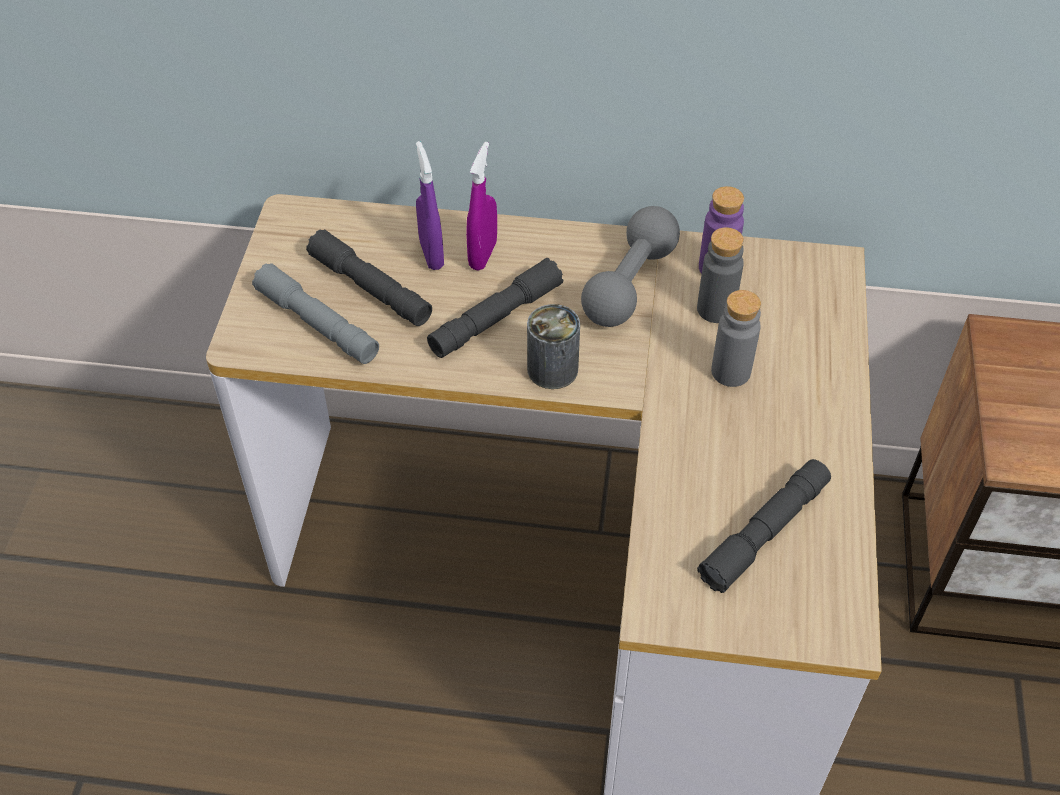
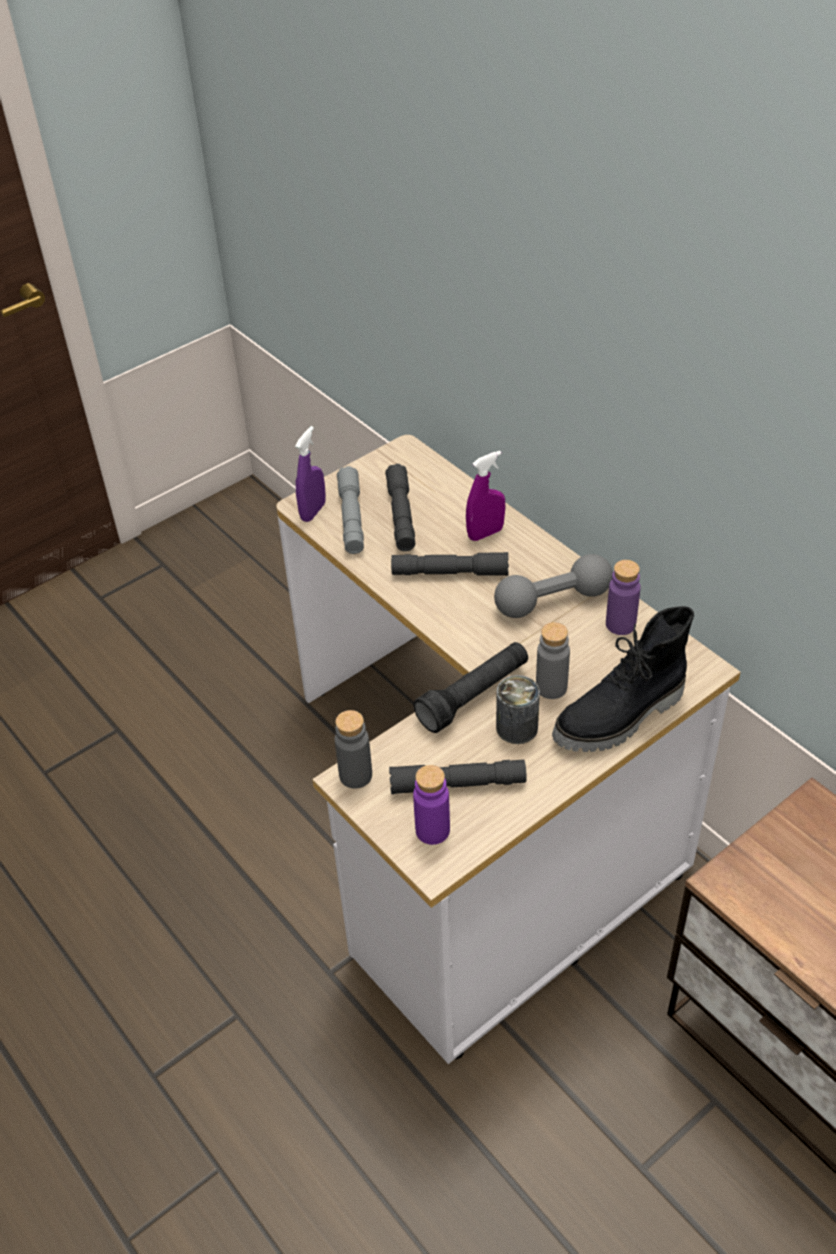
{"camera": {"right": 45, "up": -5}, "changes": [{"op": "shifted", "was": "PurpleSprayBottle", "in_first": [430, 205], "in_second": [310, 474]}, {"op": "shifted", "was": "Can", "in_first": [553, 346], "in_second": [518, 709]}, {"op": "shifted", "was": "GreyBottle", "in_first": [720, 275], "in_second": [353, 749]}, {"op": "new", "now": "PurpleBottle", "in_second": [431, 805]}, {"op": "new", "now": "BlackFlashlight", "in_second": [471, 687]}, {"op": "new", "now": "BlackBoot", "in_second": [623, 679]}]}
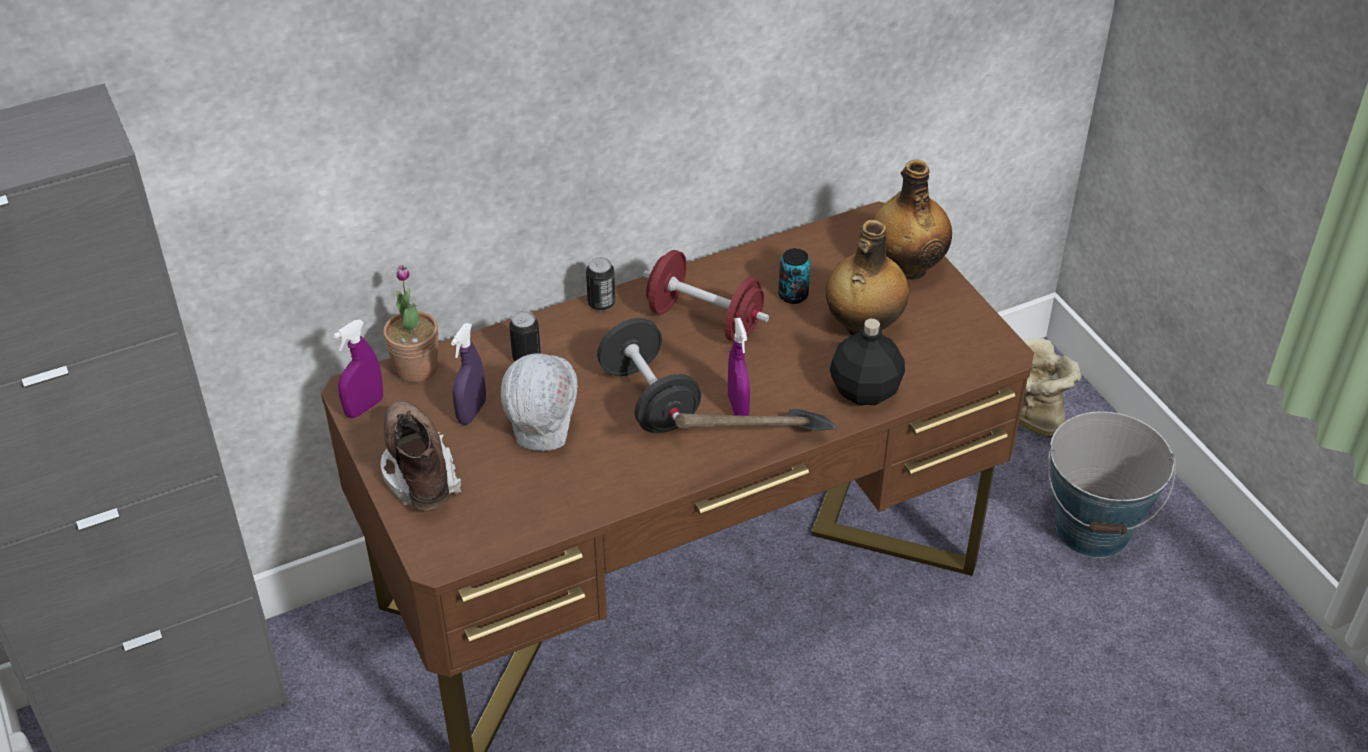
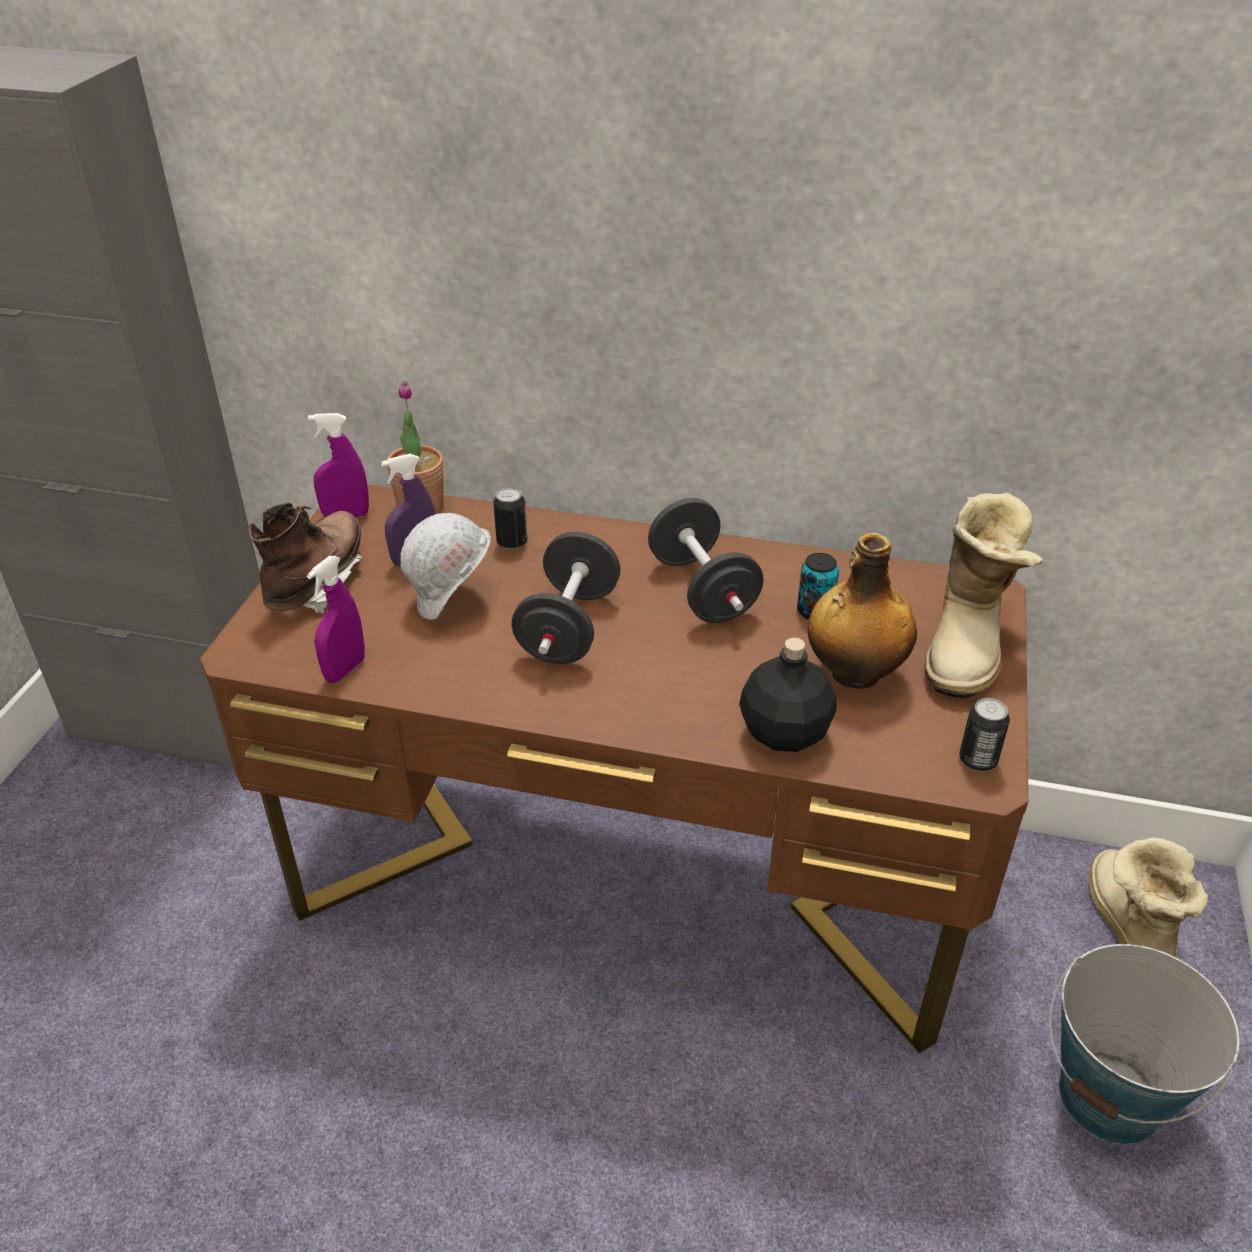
{"camera": {"right": 40, "up": -5}, "changes": [{"op": "shifted", "was": "Can", "in_first": [600, 284], "in_second": [984, 735]}, {"op": "repainted", "was": "RedDumbbell", "now": "BlackDumbbell", "in_first": [706, 295], "in_second": [705, 560]}, {"op": "gone", "was": "Hammer", "in_first": [755, 419]}, {"op": "shifted", "was": "PurpleSprayBottle", "in_first": [739, 367], "in_second": [336, 619]}, {"op": "swapped", "was": "Bottle", "now": "Boot", "in_first": [913, 219], "in_second": [984, 595]}]}
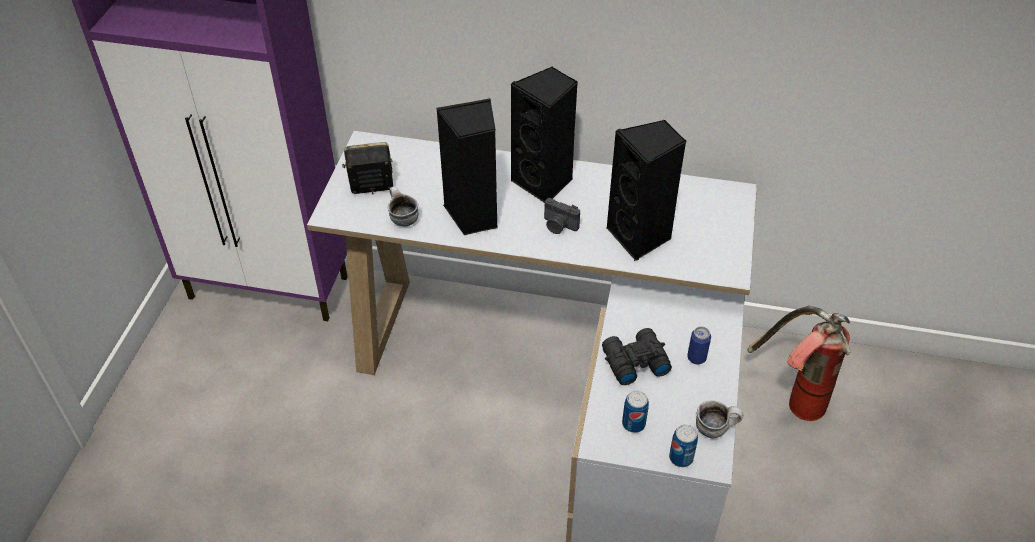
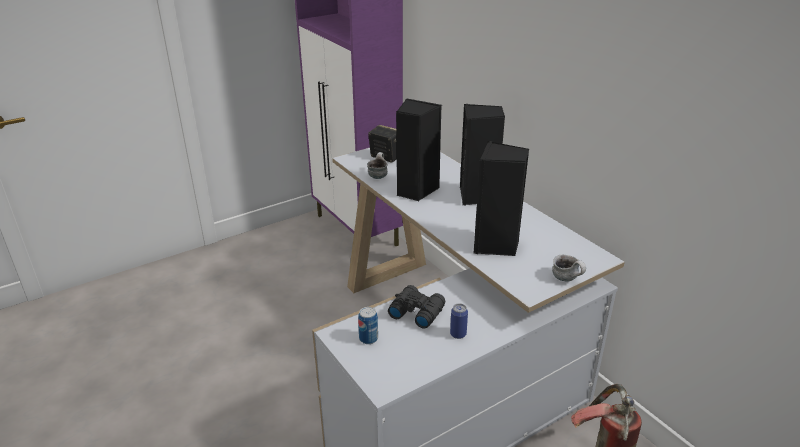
{"camera": {"right": 45, "up": -15}, "changes": [{"op": "gone", "was": "PhotoCamera", "in_first": [562, 216]}, {"op": "gone", "was": "Can", "in_first": [683, 446]}, {"op": "shifted", "was": "Mug", "in_first": [719, 419], "in_second": [569, 268]}]}
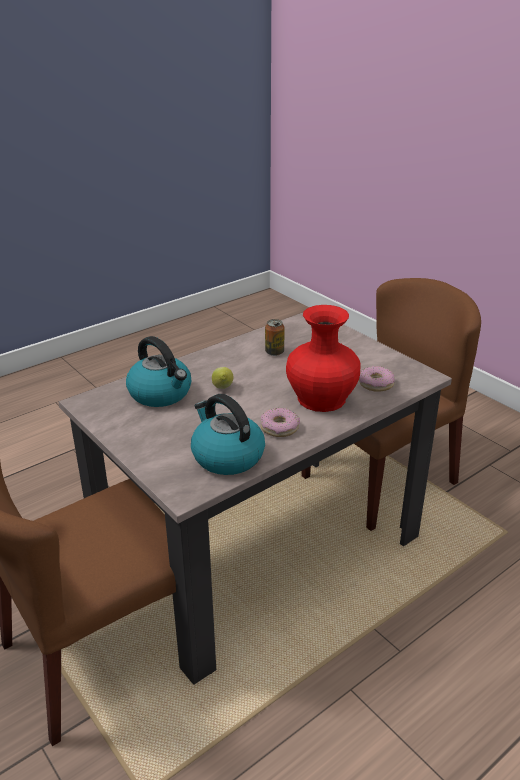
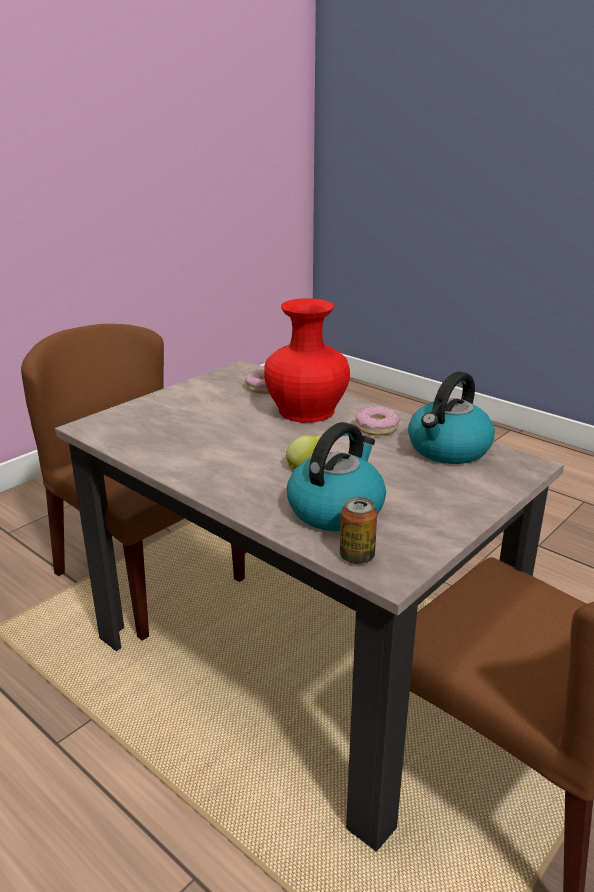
{"camera": {"right": -100, "up": -5}, "changes": [{"op": "shifted", "was": "Can", "in_first": [274, 337], "in_second": [358, 530]}]}
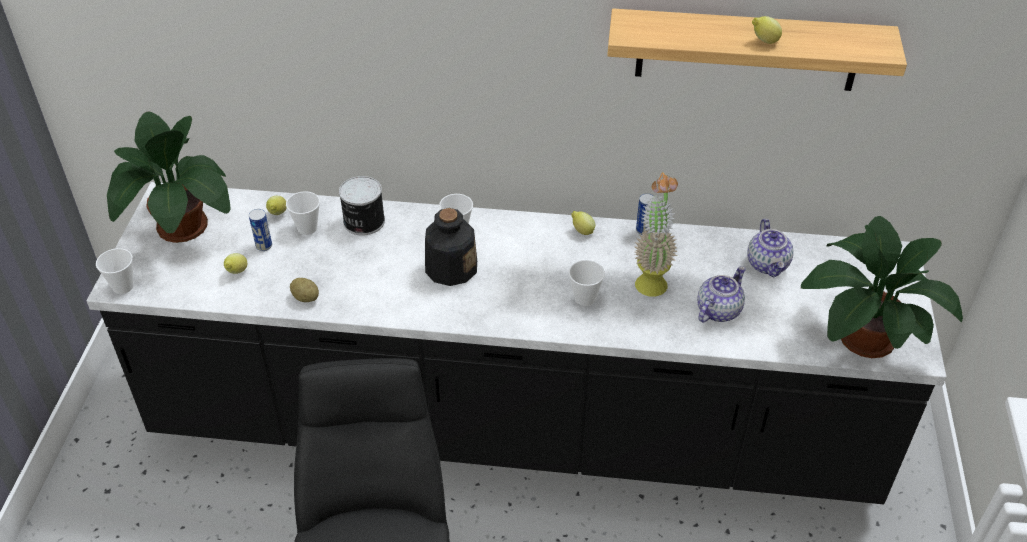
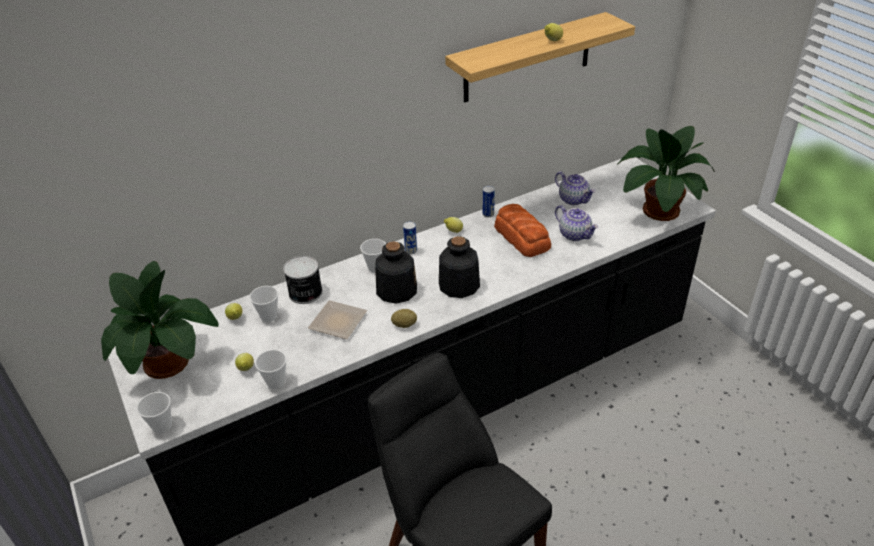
{"camera": {"right": -35, "up": -5}, "changes": [{"op": "shifted", "was": "Can", "in_first": [260, 230], "in_second": [410, 237]}, {"op": "shifted", "was": "Potato", "in_first": [304, 290], "in_second": [404, 318]}, {"op": "shifted", "was": "Cup", "in_first": [587, 283], "in_second": [271, 369]}, {"op": "swapped", "was": "PottedPlant", "now": "Bread", "in_first": [656, 234], "in_second": [522, 230]}, {"op": "rotated", "was": "Teapot", "in_first": [721, 294], "in_second": [577, 223], "clockwise": 135}, {"op": "new", "now": "Plate", "in_second": [337, 319]}, {"op": "new", "now": "Bottle", "in_second": [459, 267]}]}
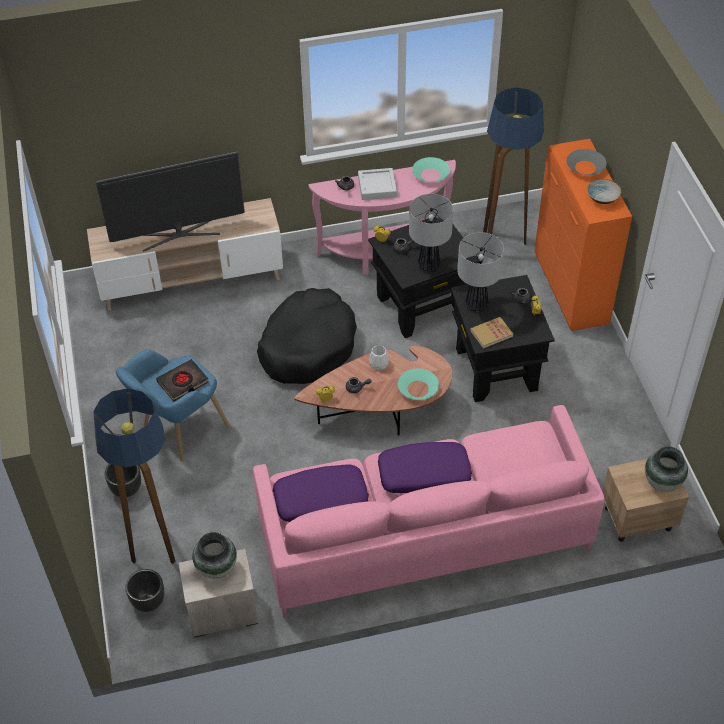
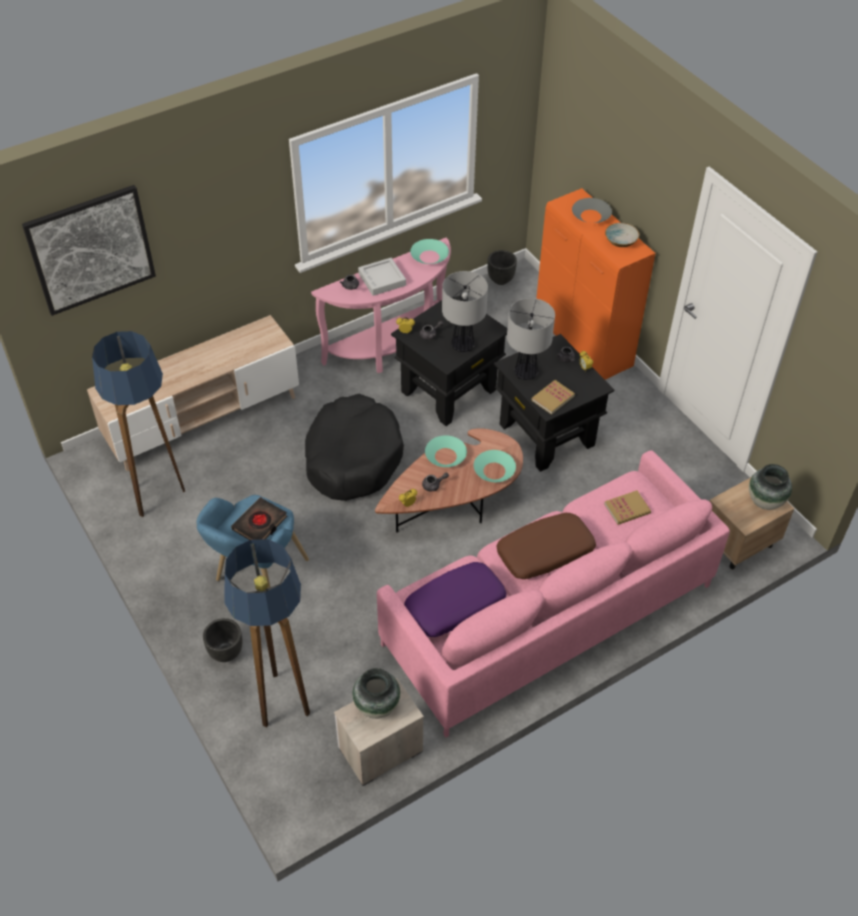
{"camera": {"right": -20, "up": 0}, "changes": [{"op": "gone", "was": "Television", "in_first": [170, 202]}, {"op": "shifted", "was": "BlackPlanter", "in_first": [144, 590], "in_second": [502, 267]}, {"op": "swapped", "was": "WhiteVase", "now": "TurquoiseBowl", "in_first": [379, 357], "in_second": [446, 451]}, {"op": "repainted", "was": "PurplePillow", "now": "BrownPillow", "in_first": [425, 467], "in_second": [546, 546]}, {"op": "shifted", "was": "FloorLamp", "in_first": [513, 166], "in_second": [138, 424]}, {"op": "new", "now": "Picture", "in_second": [89, 250]}, {"op": "new", "now": "Book", "in_second": [627, 507]}]}
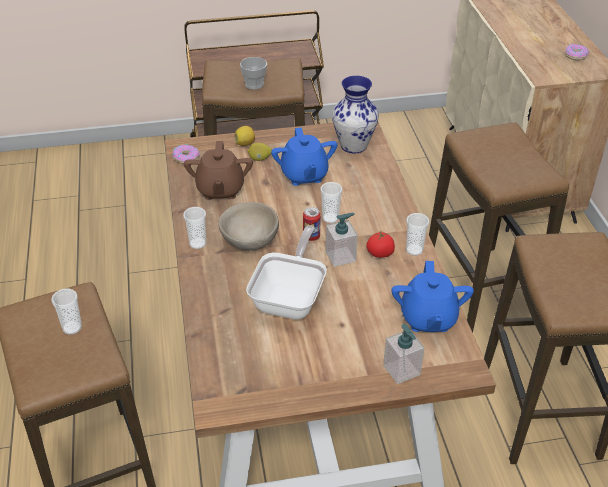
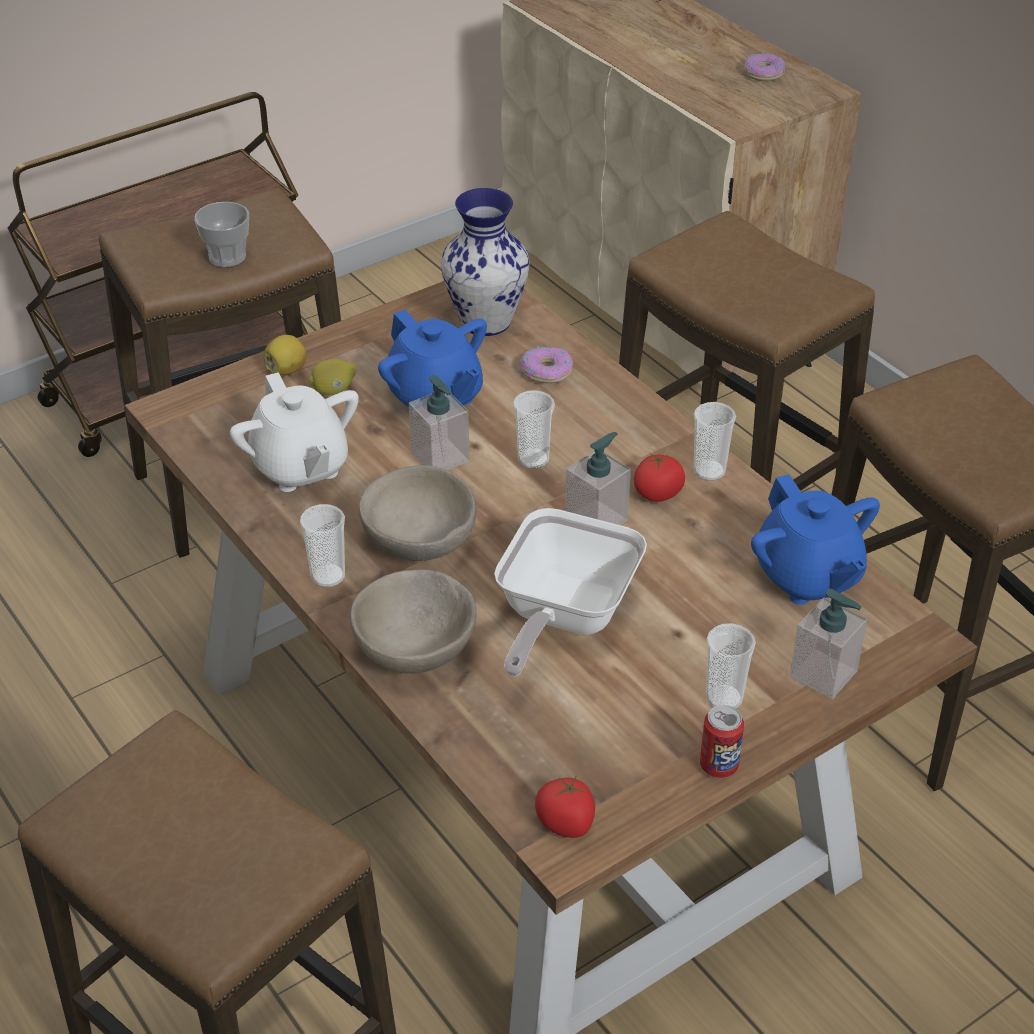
{"camera": {"right": -25, "up": 0}, "changes": [{"op": "shifted", "was": "Cup", "in_first": [66, 312], "in_second": [731, 666]}, {"op": "shifted", "was": "Donut", "in_first": [186, 154], "in_second": [546, 364]}, {"op": "repainted", "was": "BrownTeapot", "now": "WhiteTeapot", "in_first": [218, 170], "in_second": [294, 432]}, {"op": "rotated", "was": "FryingPan", "in_first": [286, 273], "in_second": [570, 592], "clockwise": -150}, {"op": "shifted", "was": "Can", "in_first": [312, 224], "in_second": [722, 741]}, {"op": "new", "now": "BeigeBowl", "in_second": [413, 622]}, {"op": "new", "now": "SoapDispenser", "in_second": [439, 422]}, {"op": "new", "now": "Tomato", "in_second": [565, 806]}]}
